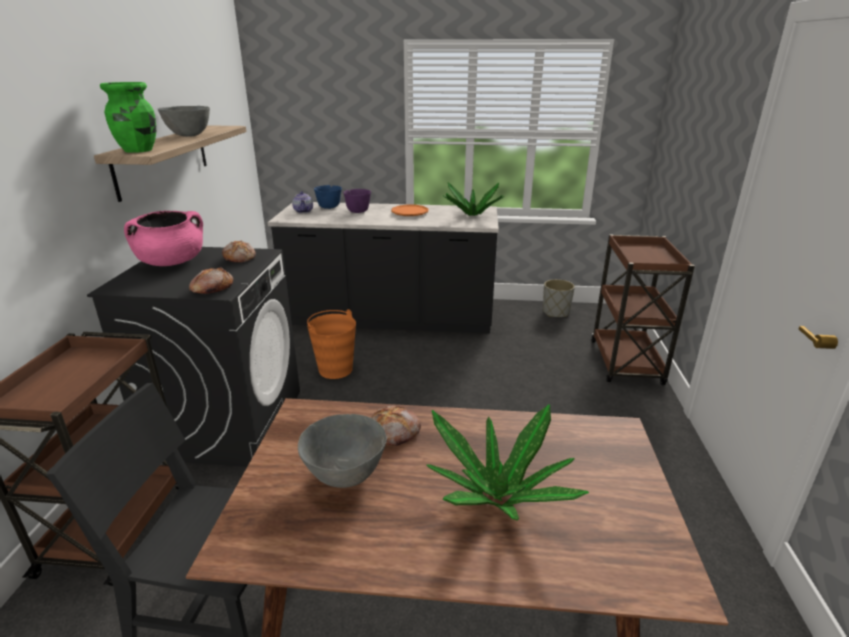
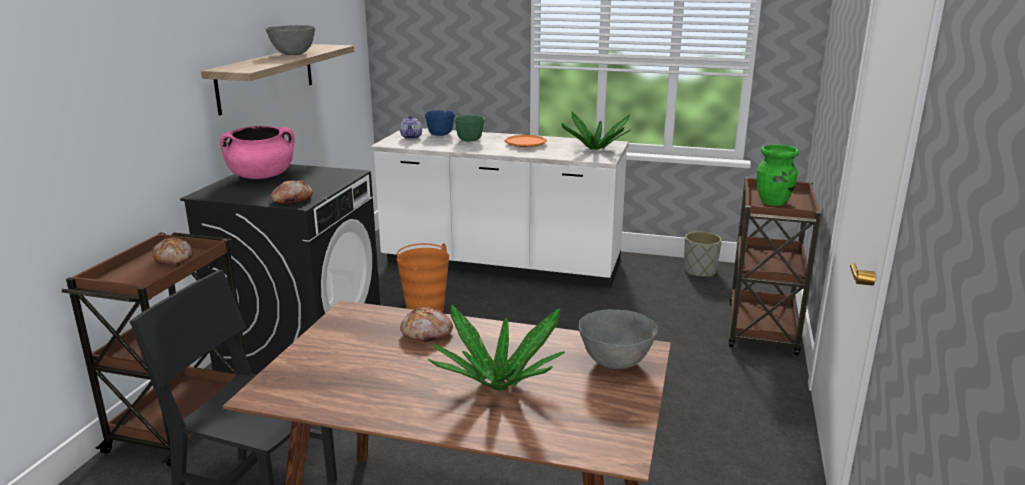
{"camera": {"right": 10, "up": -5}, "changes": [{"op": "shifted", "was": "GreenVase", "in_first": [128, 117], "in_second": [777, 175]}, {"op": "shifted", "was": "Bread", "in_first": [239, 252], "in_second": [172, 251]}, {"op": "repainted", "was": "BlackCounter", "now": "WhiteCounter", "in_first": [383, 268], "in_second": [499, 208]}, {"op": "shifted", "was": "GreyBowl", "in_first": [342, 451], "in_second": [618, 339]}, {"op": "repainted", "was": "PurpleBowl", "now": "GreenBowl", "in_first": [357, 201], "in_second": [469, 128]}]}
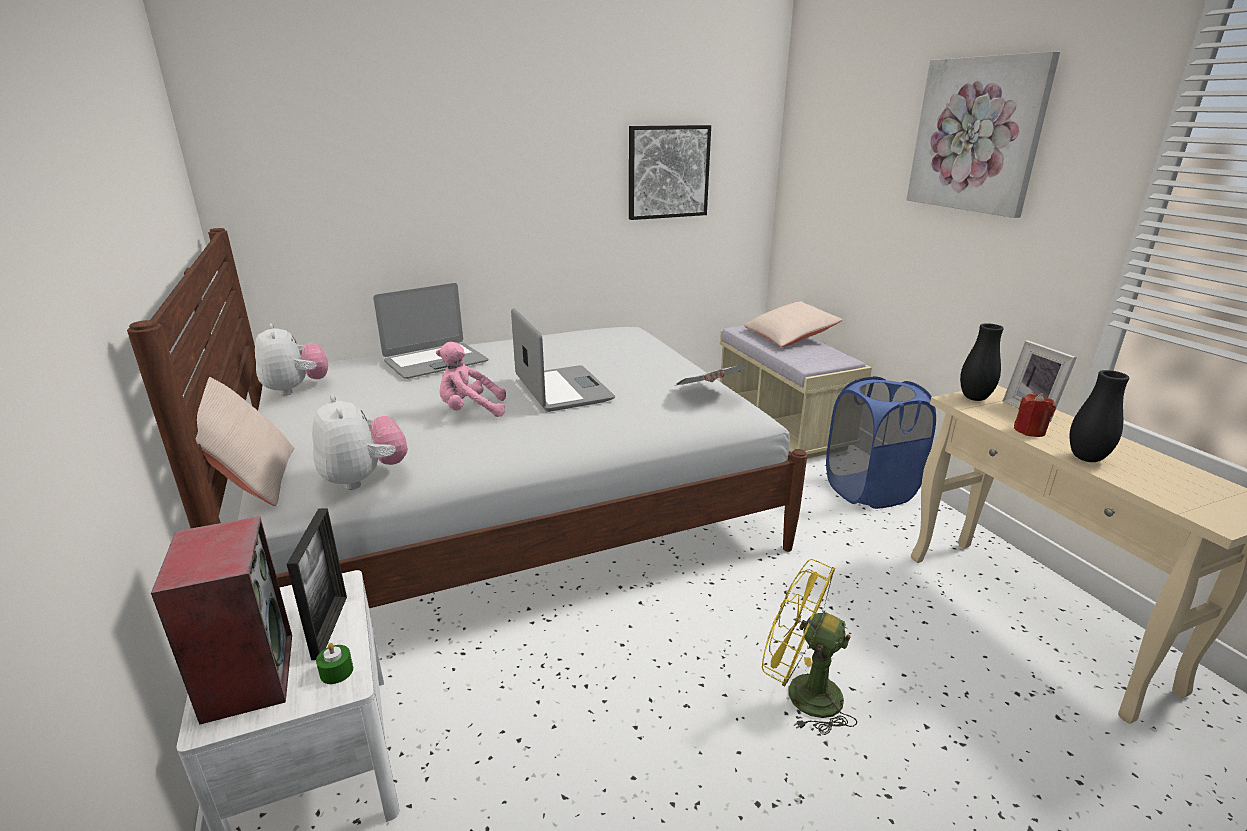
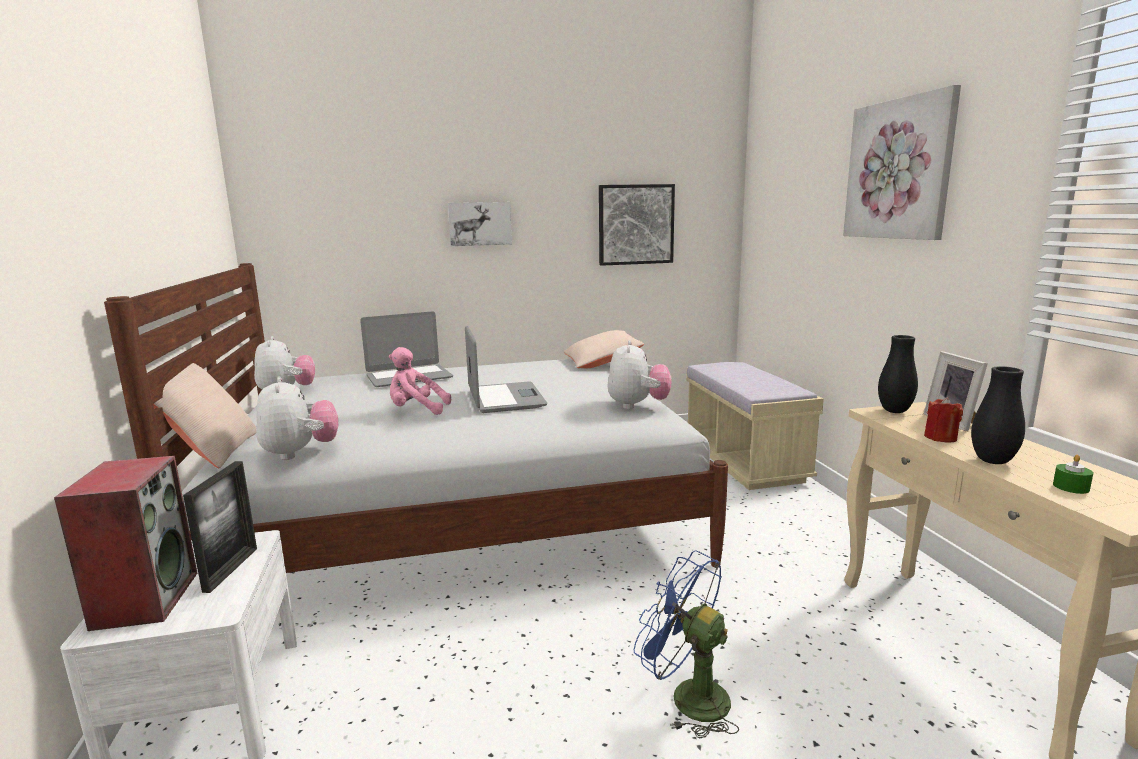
{"camera": {"right": 10, "up": -10}, "changes": [{"op": "shifted", "was": "GreenCandle", "in_first": [334, 663], "in_second": [1073, 474]}, {"op": "swapped", "was": "Newspaper", "now": "PlushToy", "in_first": [711, 375], "in_second": [639, 374]}, {"op": "shifted", "was": "BeigePillow", "in_first": [793, 324], "in_second": [604, 349]}, {"op": "repainted", "was": "YellowFan", "now": "BlueFan", "in_first": [809, 647], "in_second": [686, 644]}, {"op": "gone", "was": "BlueLaundryBasket", "in_first": [881, 442]}, {"op": "new", "now": "Picture", "in_second": [480, 224]}]}
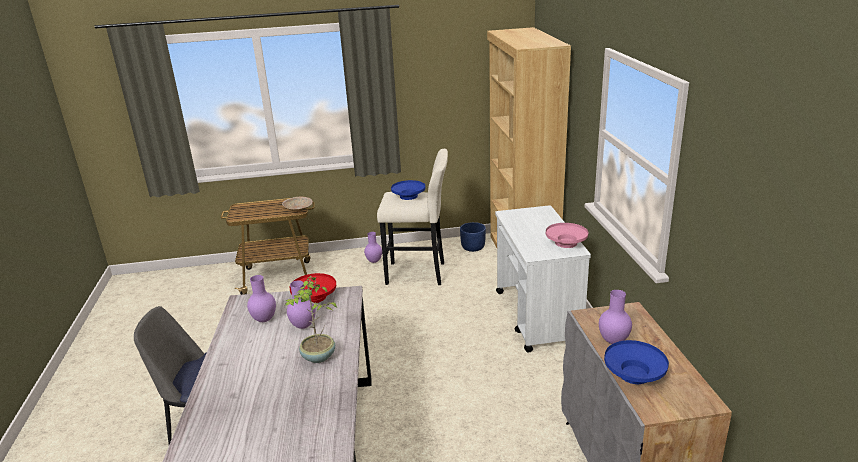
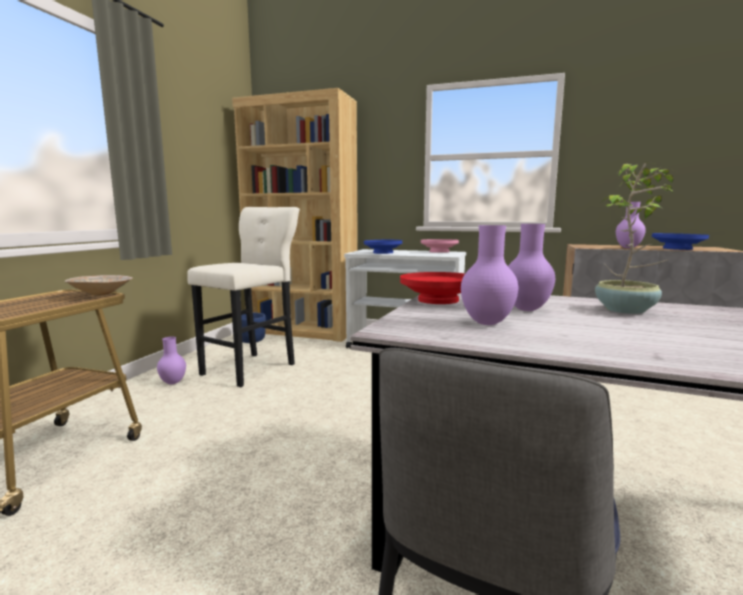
{"camera": {"right": -65, "up": -15}, "changes": [{"op": "shifted", "was": "BlueBowl", "in_first": [408, 190], "in_second": [383, 247]}]}
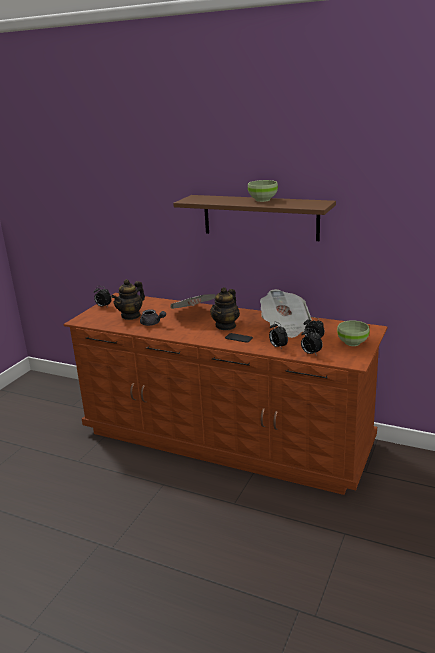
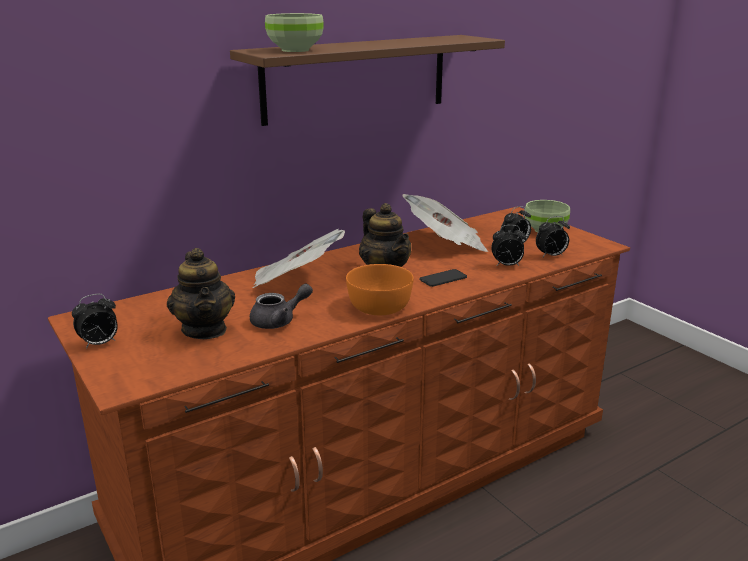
{"camera": {"right": -60, "up": 0}, "changes": [{"op": "shifted", "was": "GreenBowl", "in_first": [263, 191], "in_second": [294, 32]}, {"op": "new", "now": "OrangeBowl", "in_second": [380, 289]}]}
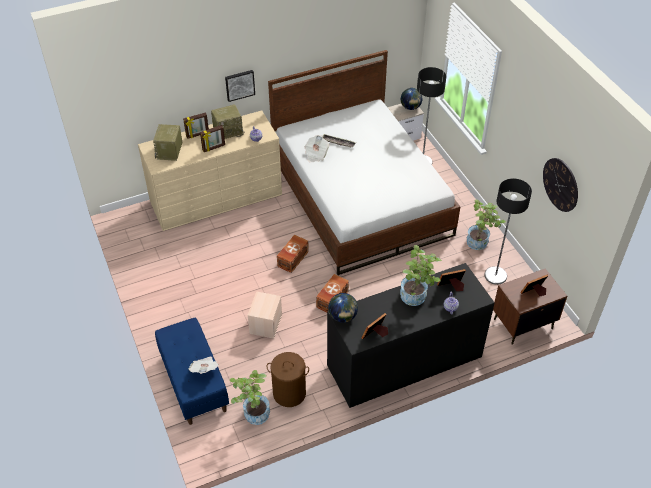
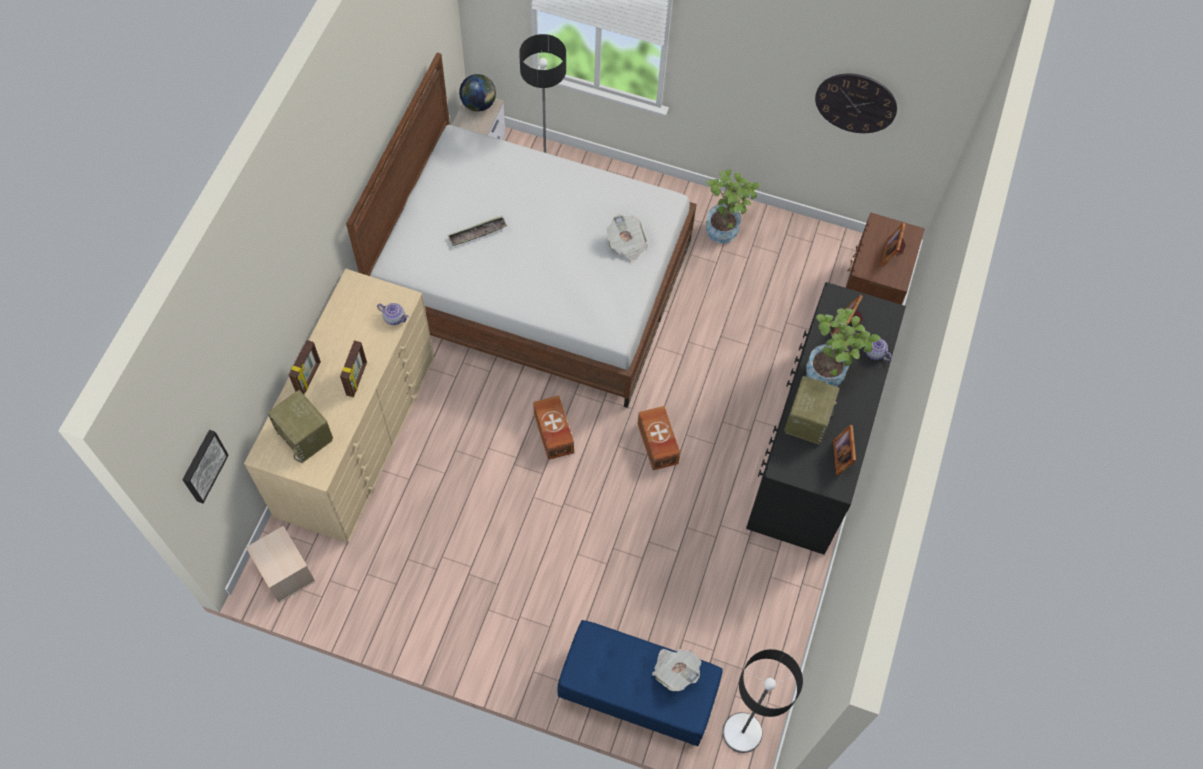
{"camera": {"right": -50, "up": 15}, "changes": [{"op": "shifted", "was": "Radio", "in_first": [228, 121], "in_second": [811, 410]}, {"op": "shifted", "was": "Picture", "in_first": [240, 86], "in_second": [205, 466]}, {"op": "gone", "was": "PottedPlant", "in_first": [250, 397]}, {"op": "shifted", "was": "BeigeStorageBox", "in_first": [264, 314], "in_second": [281, 564]}, {"op": "gone", "was": "BrownLaundryBasket", "in_first": [288, 379]}, {"op": "shifted", "was": "Newspaper", "in_first": [317, 148], "in_second": [627, 238]}, {"op": "gone", "was": "Globe", "in_first": [343, 308]}, {"op": "shifted", "was": "FloorLamp", "in_first": [508, 231], "in_second": [763, 701]}]}
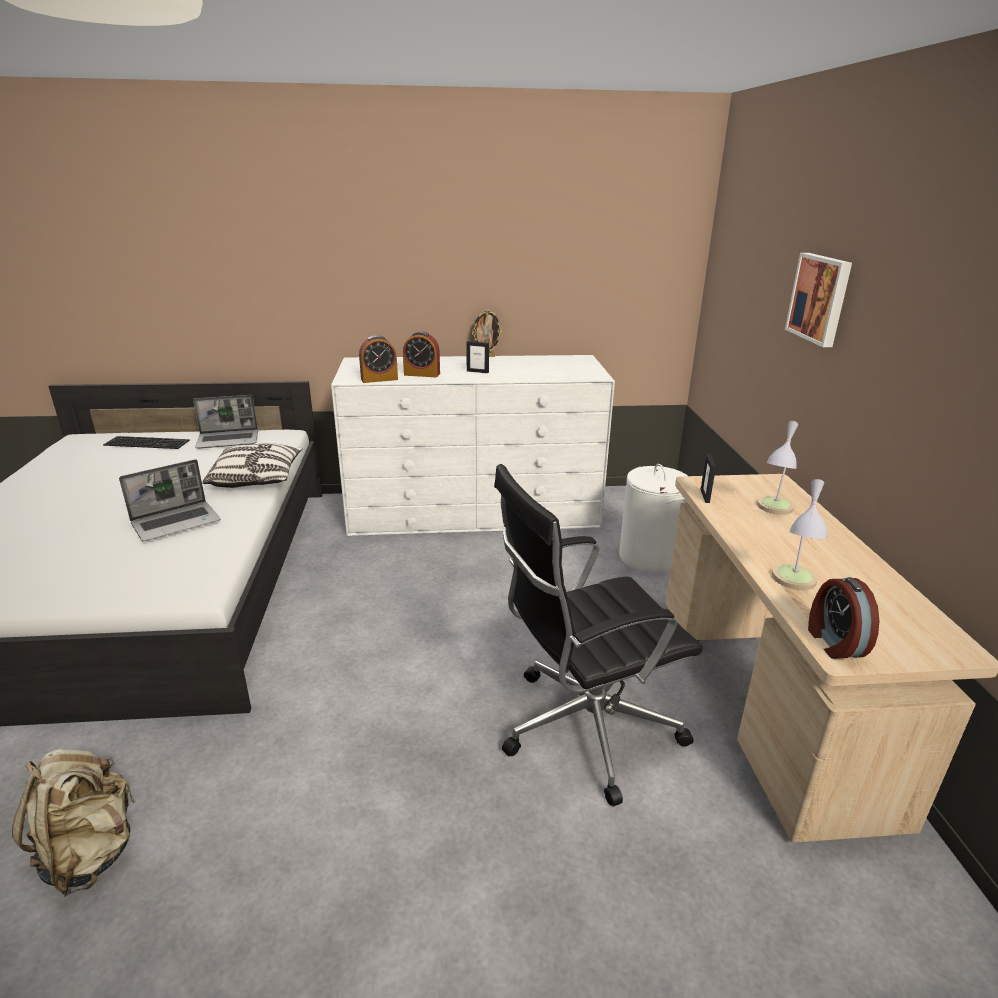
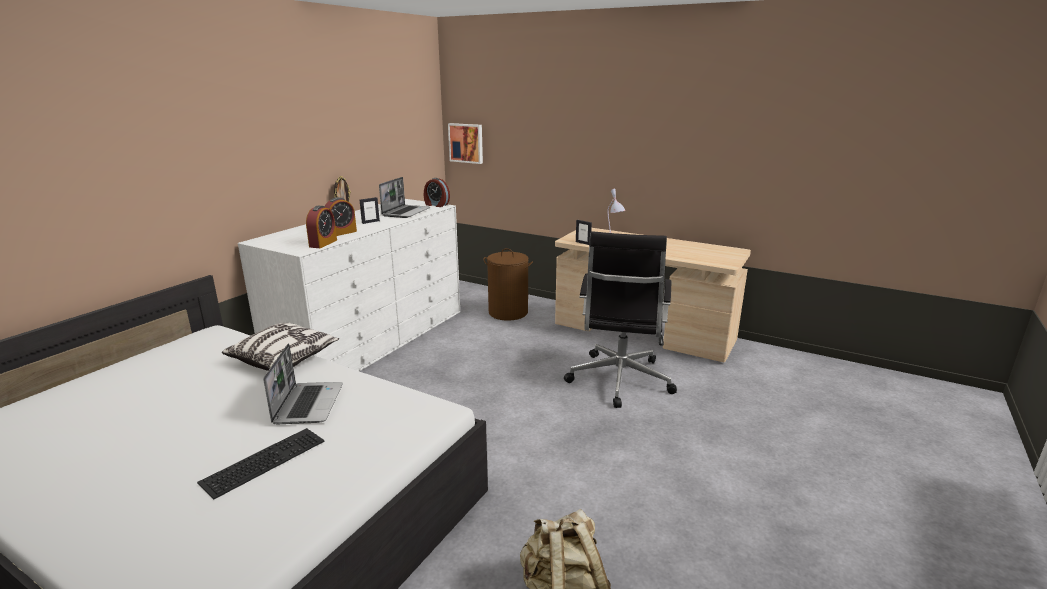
{"camera": {"right": -55, "up": -5}, "changes": [{"op": "shifted", "was": "Keyboard", "in_first": [146, 442], "in_second": [261, 464]}, {"op": "shifted", "was": "Laptop", "in_first": [225, 421], "in_second": [404, 197]}, {"op": "repainted", "was": "WhiteLaundryBasket", "now": "BrownLaundryBasket", "in_first": [653, 518], "in_second": [508, 284]}, {"op": "gone", "was": "TableLamp", "in_first": [799, 534]}, {"op": "shifted", "was": "Picture", "in_first": [818, 300], "in_second": [465, 143]}, {"op": "shifted", "was": "AlarmClock", "in_first": [843, 618], "in_second": [437, 192]}]}
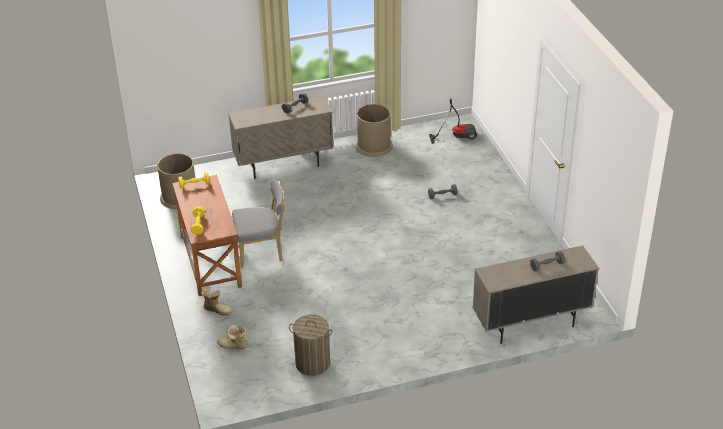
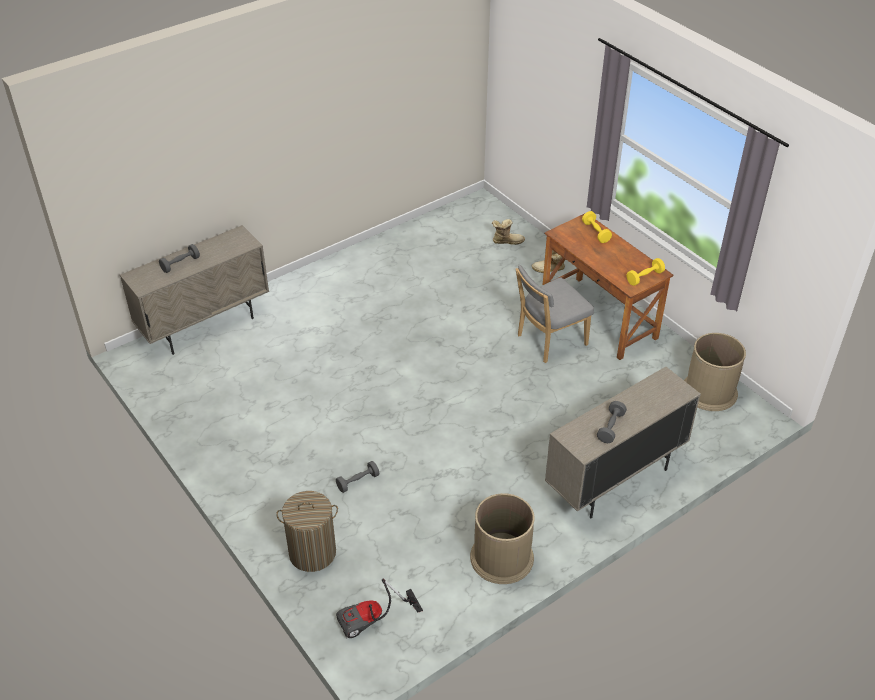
{"camera": {"right": 160, "up": 5}, "changes": [{"op": "shifted", "was": "LaundryBasket", "in_first": [311, 345], "in_second": [307, 531]}]}
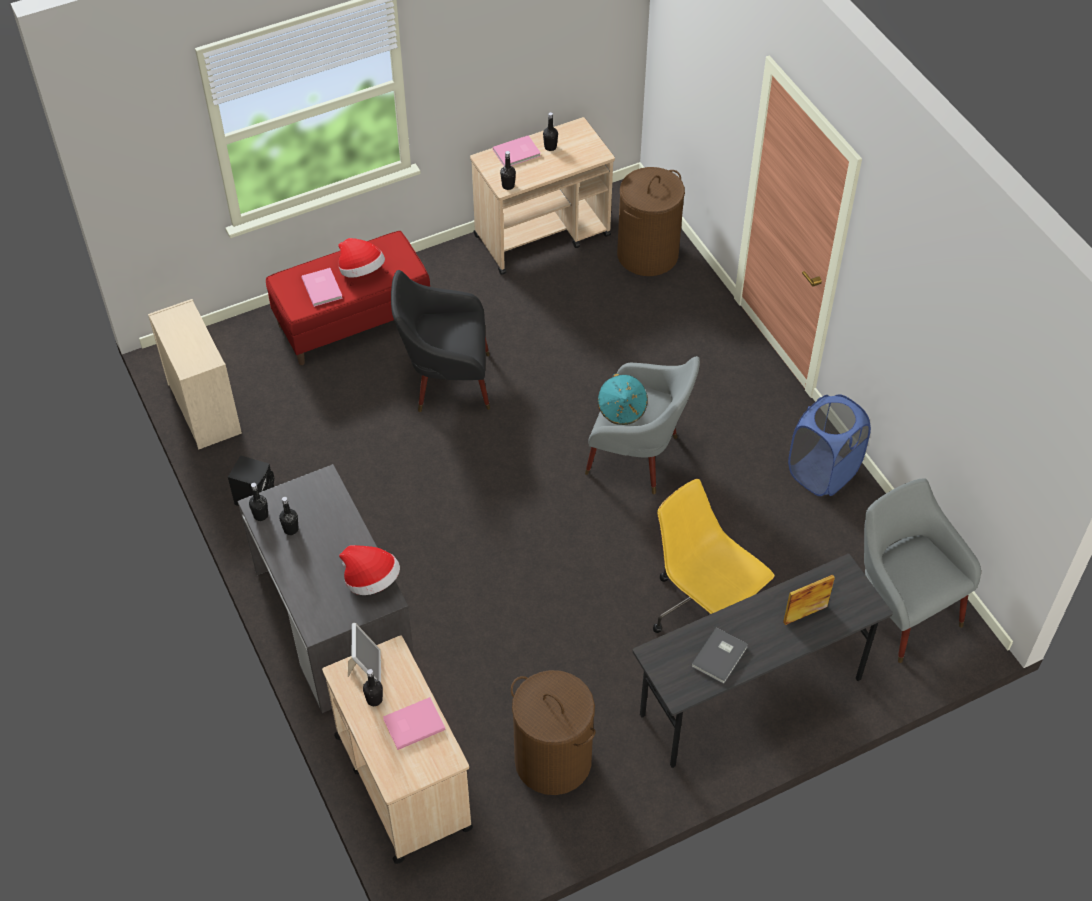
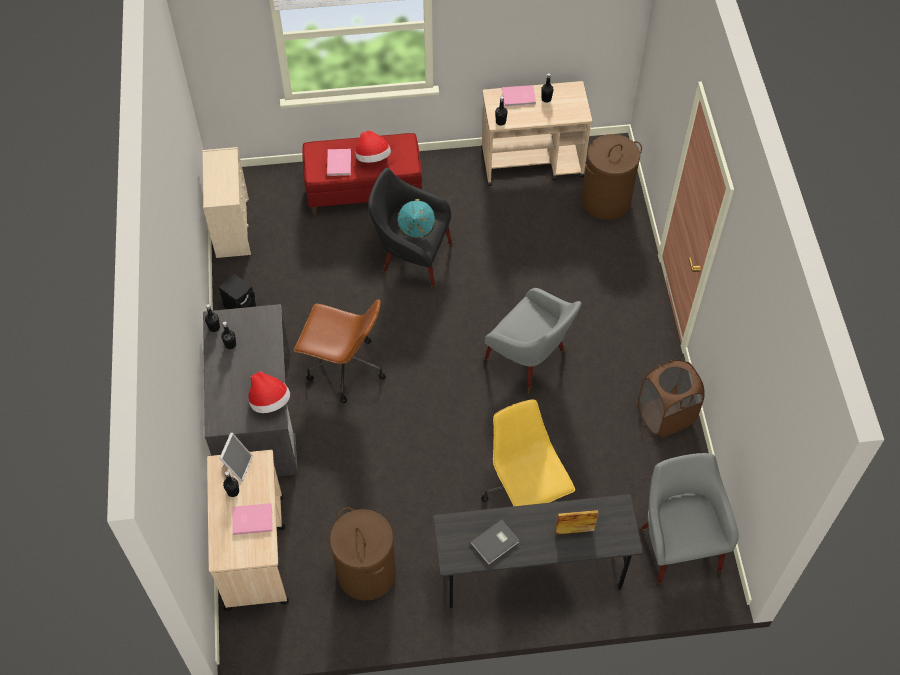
{"camera": {"right": 20, "up": 5}, "changes": [{"op": "shifted", "was": "TurquoiseHat", "in_first": [623, 399], "in_second": [416, 218]}, {"op": "repainted", "was": "BlueLaundryBasket", "now": "BrownLaundryBasket", "in_first": [829, 445], "in_second": [671, 398]}, {"op": "new", "now": "BrownOfficeChair", "in_second": [340, 351]}]}
